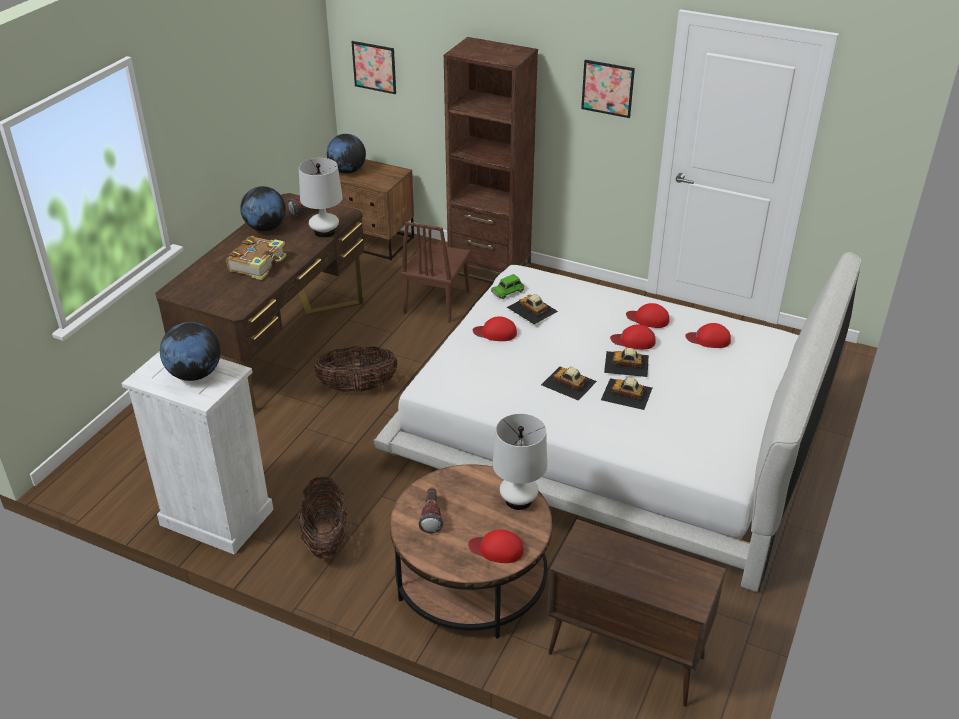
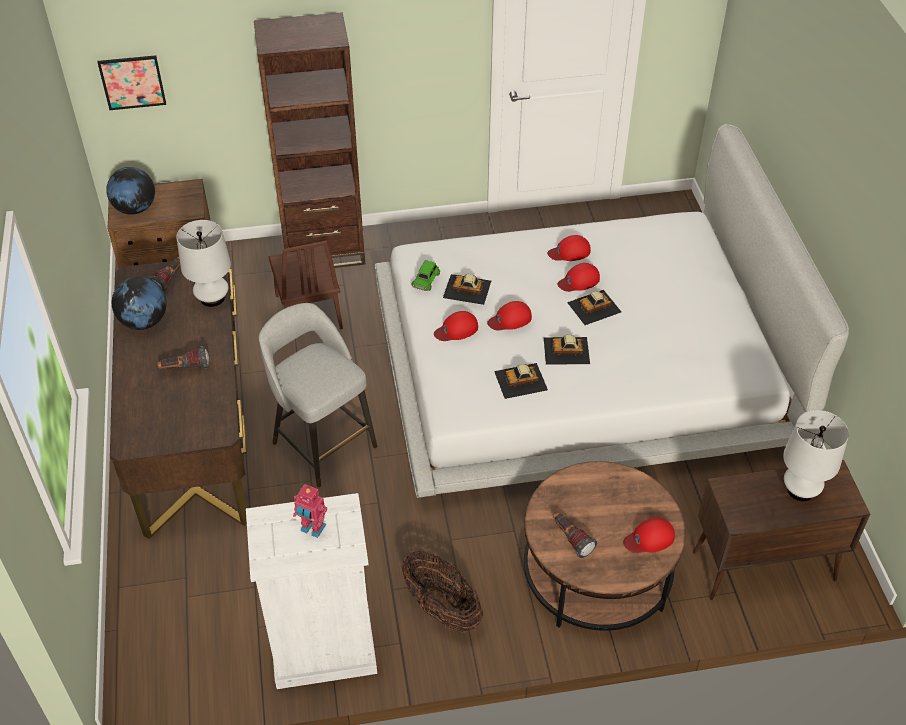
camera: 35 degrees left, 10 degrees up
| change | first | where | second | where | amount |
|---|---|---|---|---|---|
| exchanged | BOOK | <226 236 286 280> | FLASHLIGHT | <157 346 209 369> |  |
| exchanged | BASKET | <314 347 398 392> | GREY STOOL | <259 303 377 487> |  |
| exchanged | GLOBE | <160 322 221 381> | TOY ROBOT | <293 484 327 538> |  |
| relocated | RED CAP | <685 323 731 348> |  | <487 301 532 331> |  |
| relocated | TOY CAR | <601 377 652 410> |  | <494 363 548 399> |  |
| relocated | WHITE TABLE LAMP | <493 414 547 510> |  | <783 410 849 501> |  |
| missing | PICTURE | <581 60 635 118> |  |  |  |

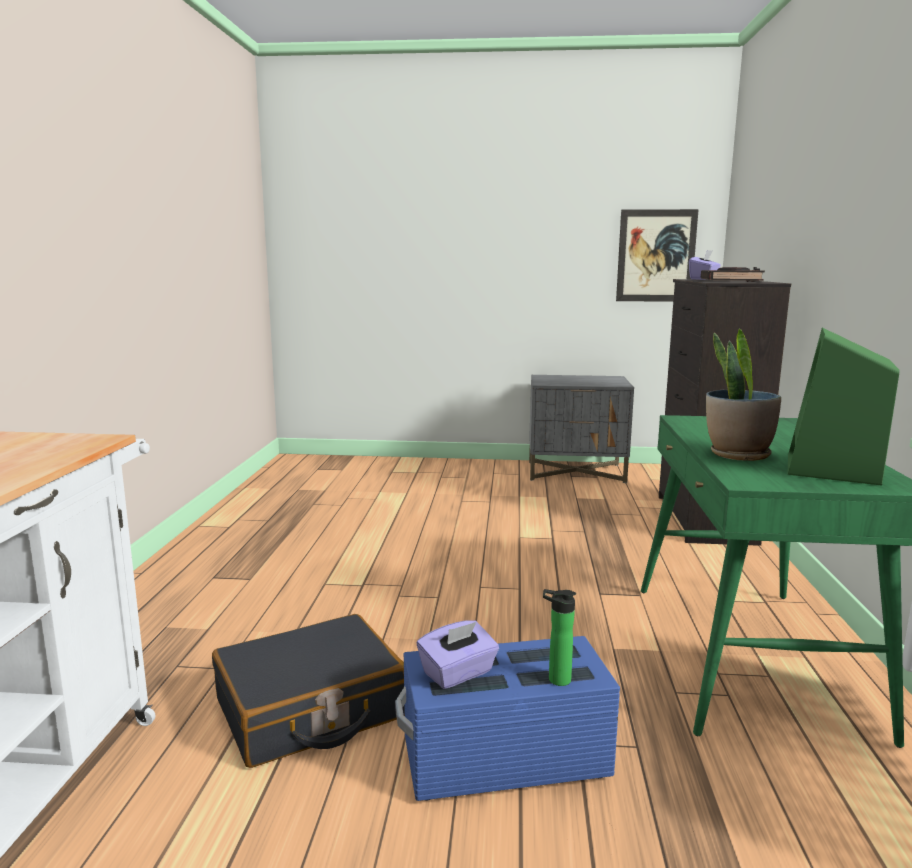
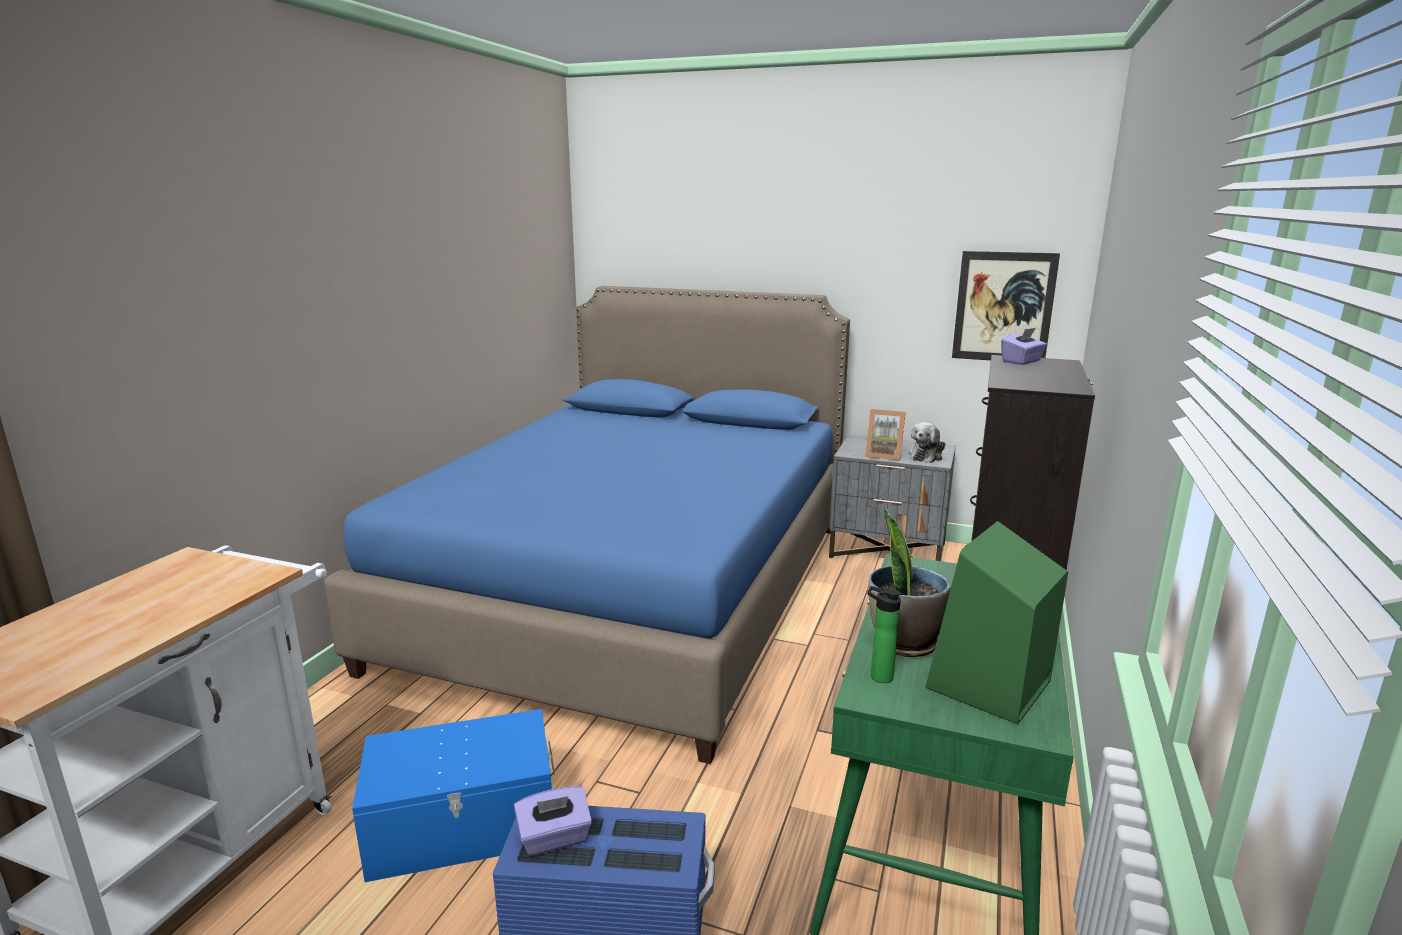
camera: 15 degrees right, 5 degrees up
| change | first | where | second | where | amount |
|---|---|---|---|---|---|
| appeared |  |  | BLUE BED | <324 286 850 764> |  |
| exchanged | BLACK SUITCASE | <212 614 405 768> | BLUE STORAGE BOX | <352 709 555 882> |  |
| appeared |  |  | PICTURE FRAME | <865 409 906 461> |  |
| relocated | BOTTLE | <543 589 576 686> |  | <867 586 902 683> |  |
| appeared |  |  | PLUSH TOY | <909 422 945 463> |  |
| missing | BLACK BOOK | <701 267 765 282> |  |  |  |

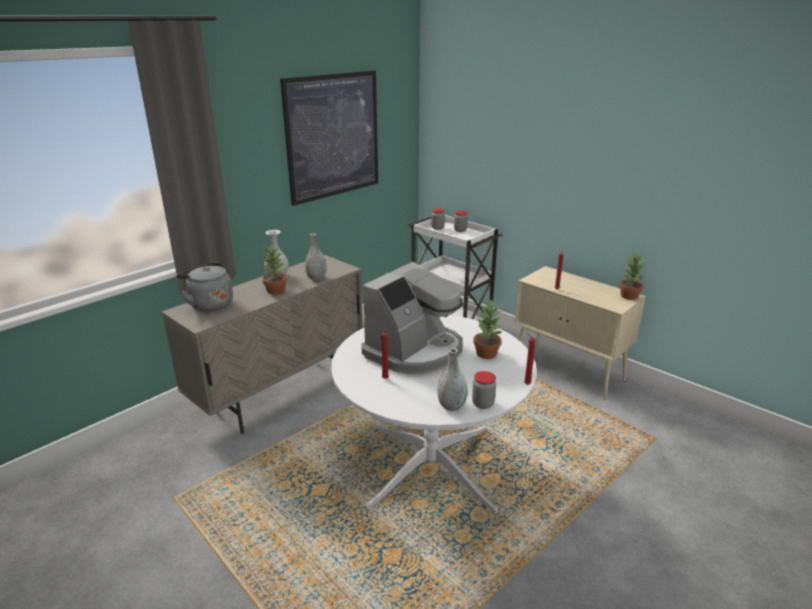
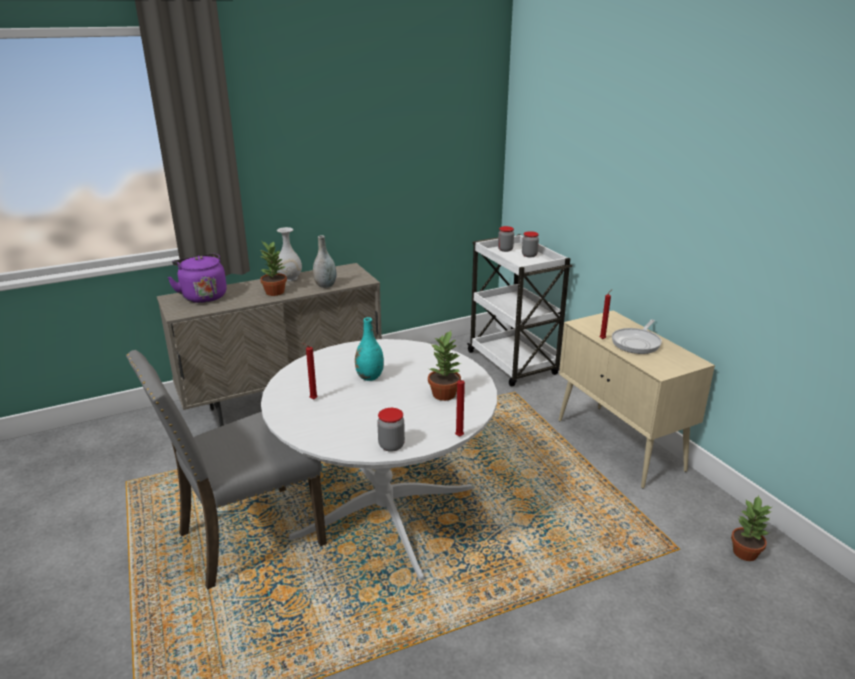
camera: 20 degrees right, 0 degrees up
| change | first | where | second | where | amount |
|---|---|---|---|---|---|
| appeared |  |  | GREY CHAIR | <126 350 327 590> |  |
| colour | GREY KETTLE | <176 263 233 312> | PURPLE KETTLE | <167 254 227 303> |  |
| exchanged | COFFEE MACHINE | <361 262 463 374> | TURQUOISE VASE | <355 317 384 381> |  |
| appeared |  |  | FRYING PAN | <612 320 662 354> |  |
| relocated | POTTED PLANT | <619 252 646 300> |  | <731 496 772 561> |  |
| missing | PICTURE | <280 70 378 206> |  |  |  |
| missing | GREY VASE | <438 348 467 411> |  |  |  |

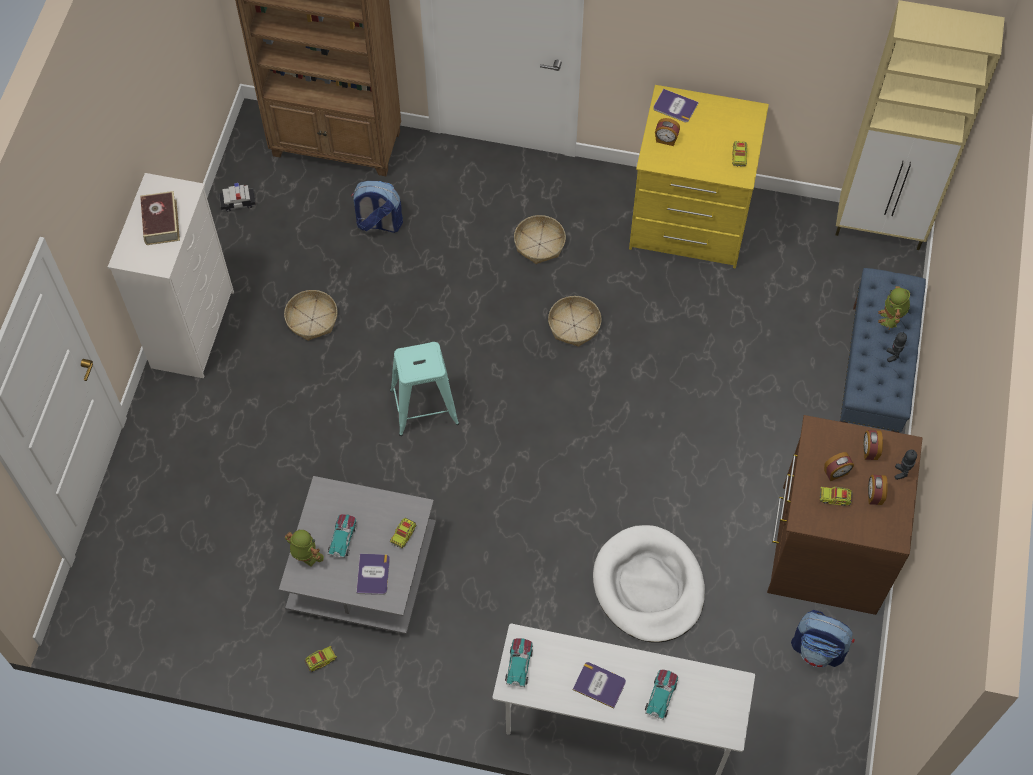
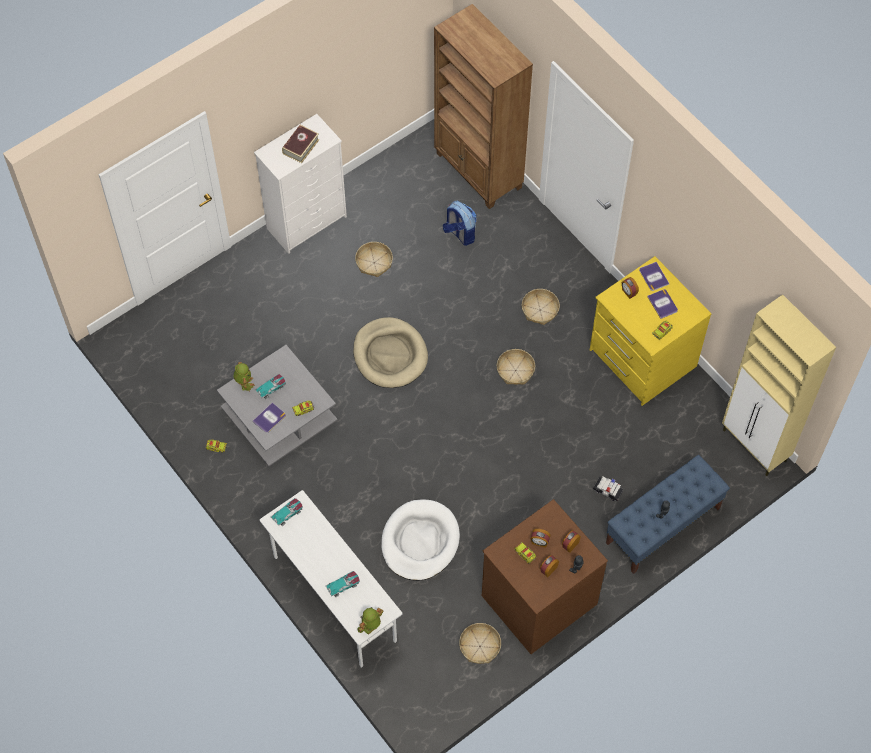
camera: 40 degrees right, 0 degrees up
| change | first | where | second | where | amount |
|---|---|---|---|---|---|
| exchanged | TURQUOISE STOOL | <390 342 459 436> | BEIGE DOG BED | <353 317 428 388> |  |
| relocated | TOY ROBOT | <878 286 910 330> |  | <357 607 383 635> |  |
| exchanged | BACKPACK | <791 610 854 668> | BASKET | <459 623 501 664> |  |
| relocated | TOY CAR | <219 183 256 212> |  | <593 477 623 502> |  |
| relocated | BOOK | <573 662 626 708> |  | <647 289 678 319> |  |

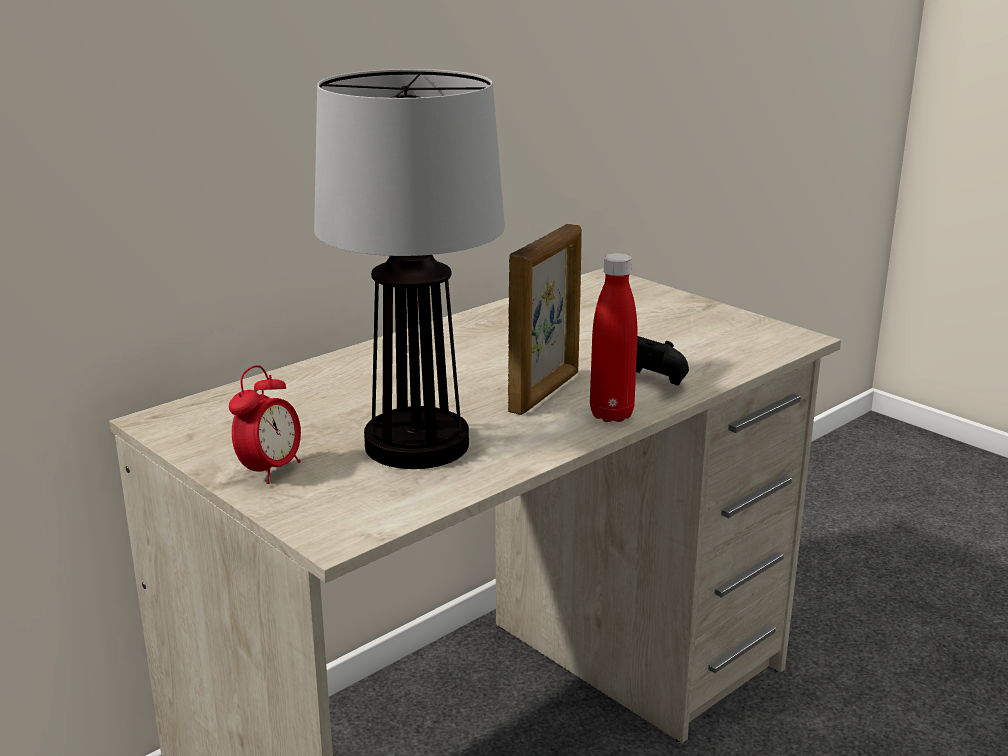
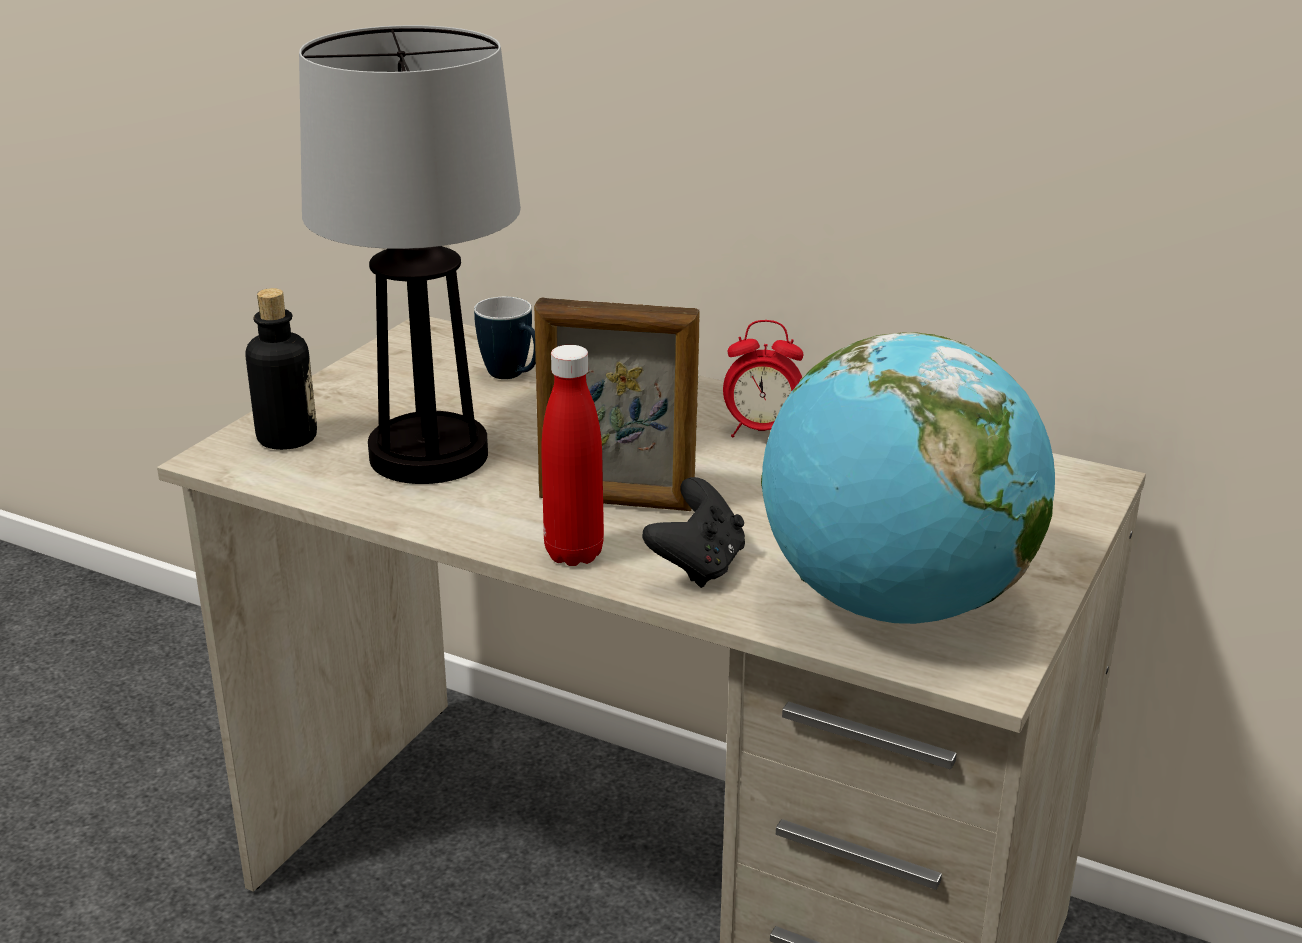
camera: 70 degrees right, 5 degrees up
| change | first | where | second | where | amount |
|---|---|---|---|---|---|
| appeared |  |  | BOTTLE | <246 288 317 450> |  |
| appeared |  |  | MUG | <474 297 536 379> |  |
| relocated | ALARM CLOCK | <229 365 301 484> |  | <723 320 803 437> |  |
| appeared |  |  | GLOBE | <761 332 1055 624> |  |

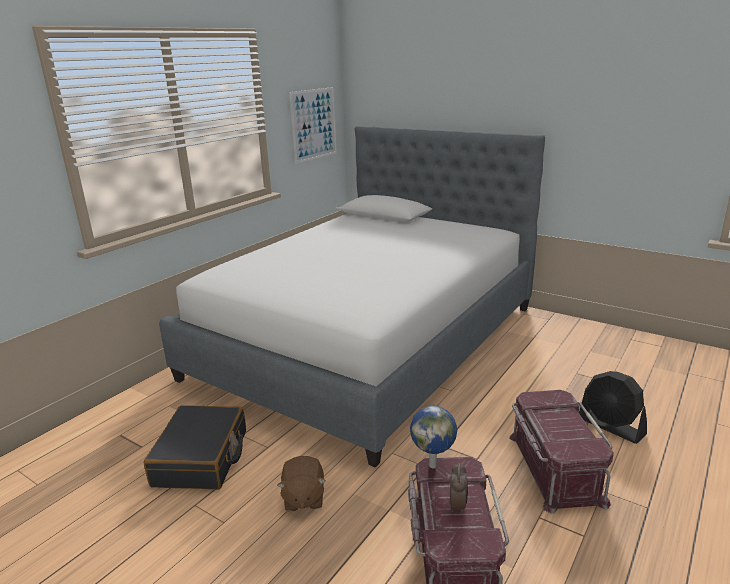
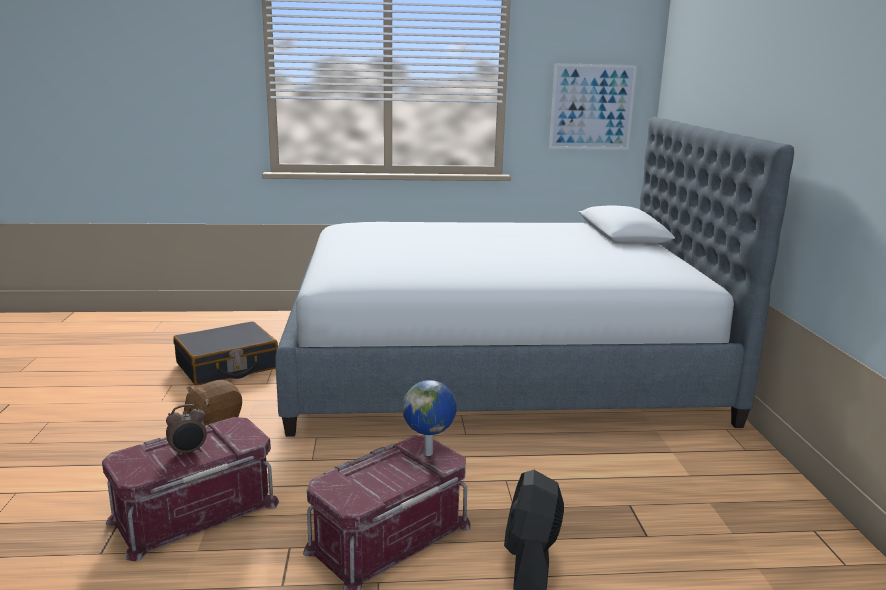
camera: 50 degrees right, 5 degrees down
| change | first | where | second | where | amount |
|---|---|---|---|---|---|
| relocated | GLOBE | <410 406 457 468> |  | <403 380 457 456> |  |

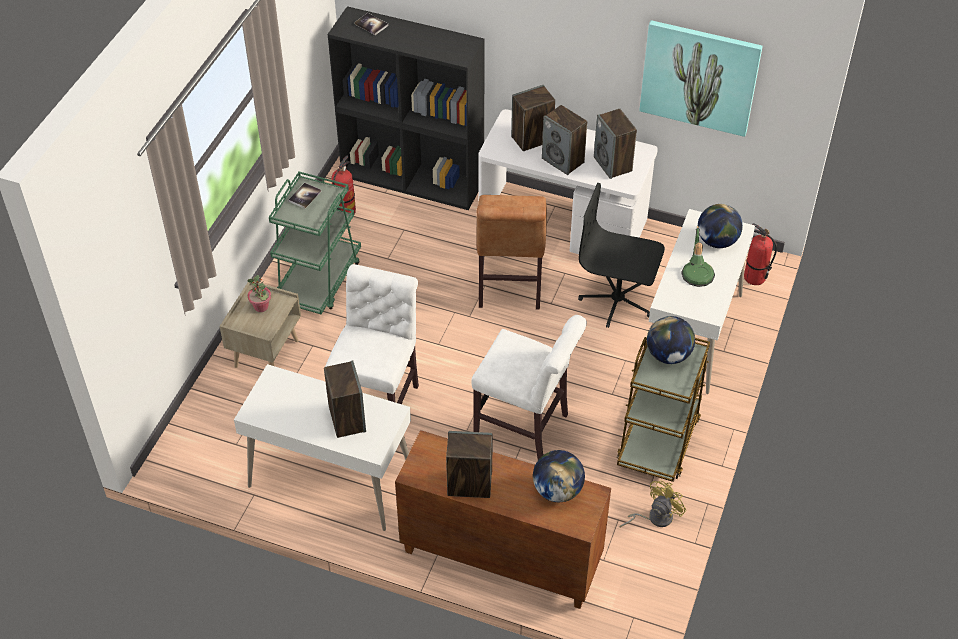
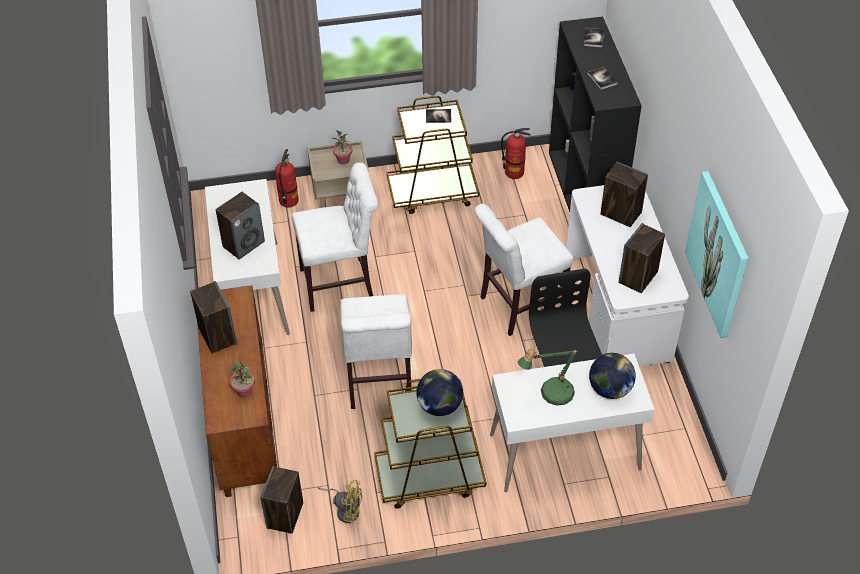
camera: 60 degrees right, 0 degrees up
| change | first | where | second | where | amount |
|---|---|---|---|---|---|
| exchanged | GLOBE | <533 450 585 502> | POTTED PLANT | <230 361 255 398> |  |
| relocated | SPEAKER | <542 105 587 175> |  | <260 466 303 534> |  |
| relocated | FIRE EXTINGUISHER | <744 223 777 285> |  | <275 149 298 208> |  |
| colour | GREEN CART | <269 172 361 314> | BROWN CART | <387 96 479 214> |  |
| colour | BROWN CHAIR | <476 195 547 310> | WHITE CHAIR | <474 204 573 336> |  |
| appeared |  |  | BOOK | <587 67 618 90> |  |

